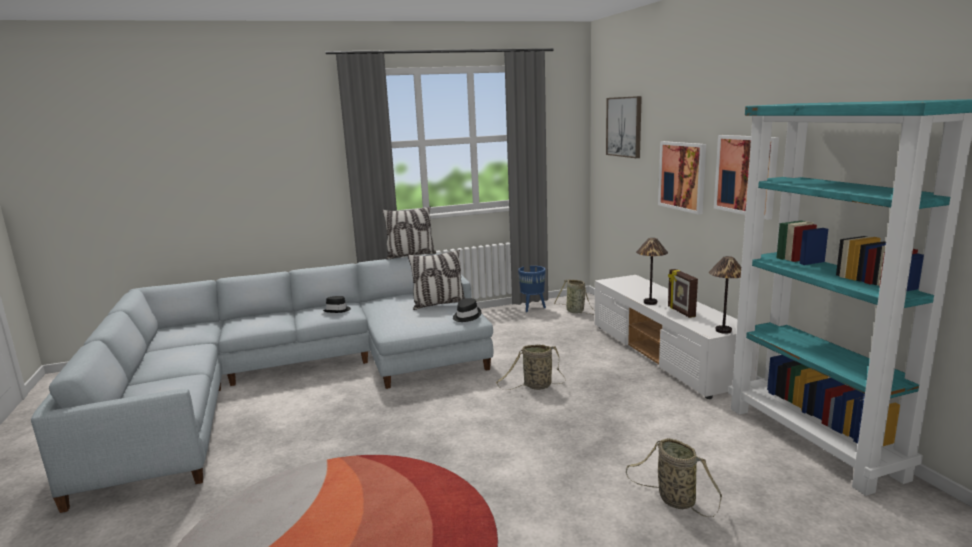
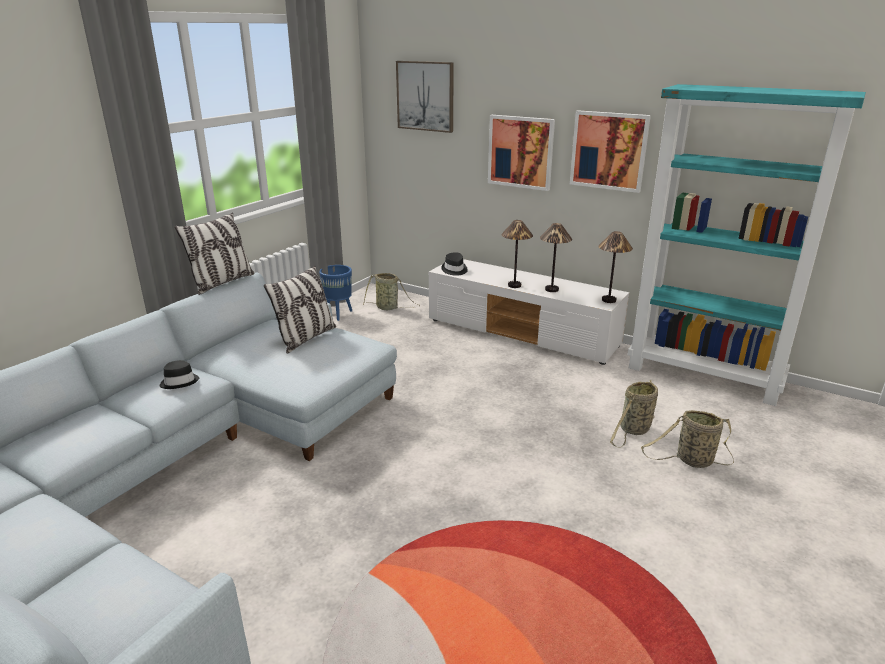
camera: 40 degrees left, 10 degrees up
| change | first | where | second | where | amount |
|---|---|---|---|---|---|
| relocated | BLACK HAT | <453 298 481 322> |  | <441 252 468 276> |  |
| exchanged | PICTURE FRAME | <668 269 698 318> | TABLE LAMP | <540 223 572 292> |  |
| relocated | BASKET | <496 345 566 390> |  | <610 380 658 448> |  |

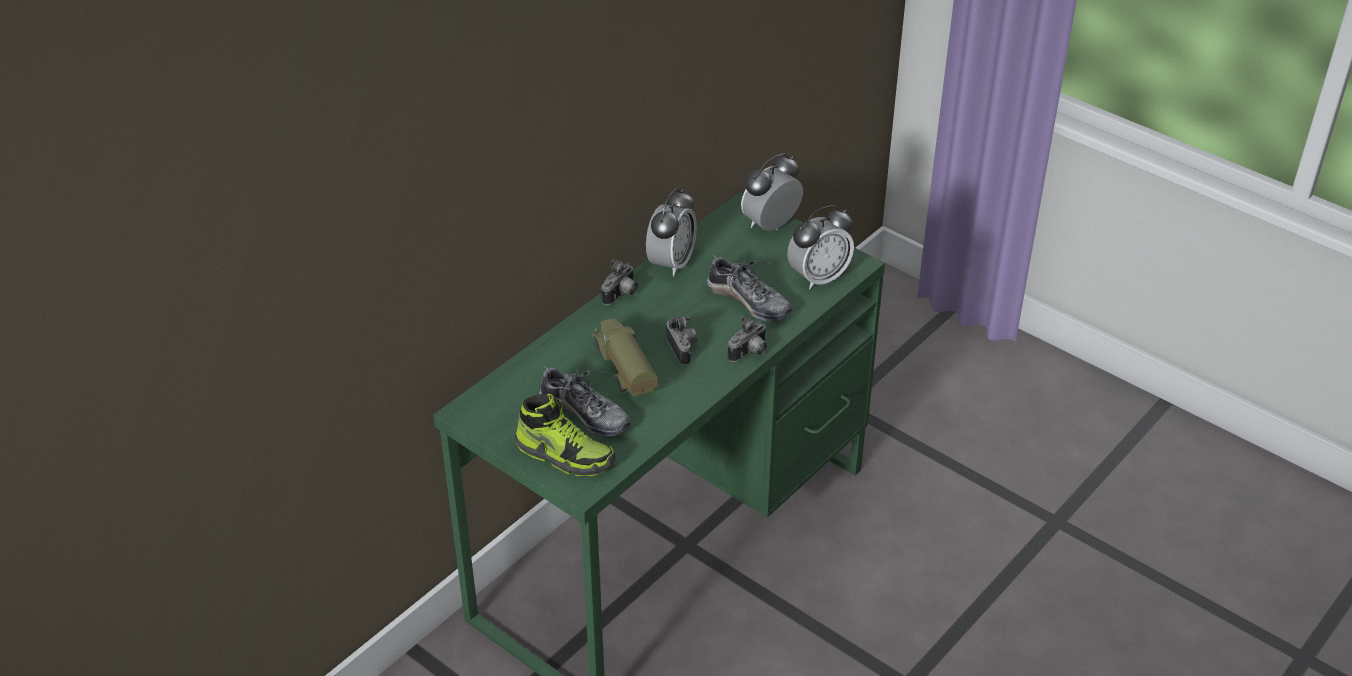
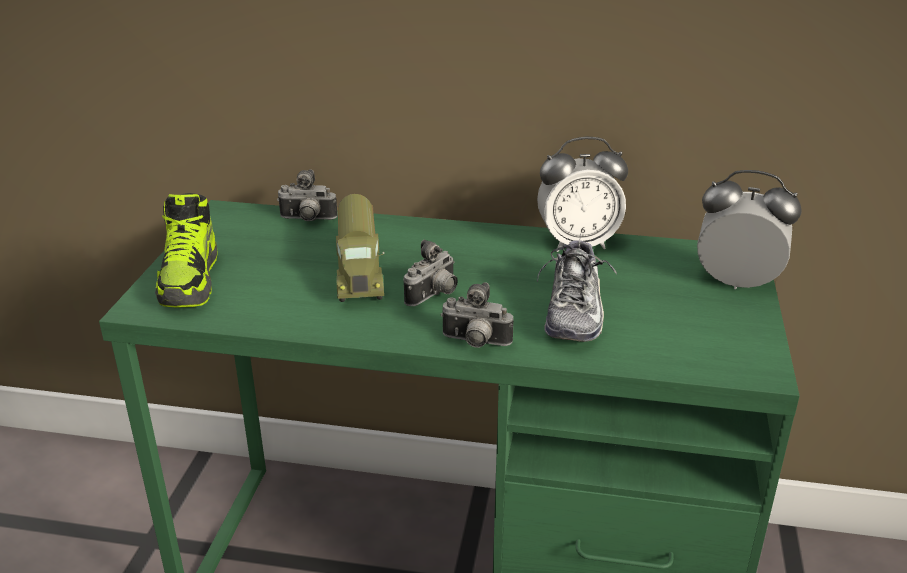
camera: 60 degrees right, 10 degrees down
| change | first | where | second | where | amount |
|---|---|---|---|---|---|
| relocated | PHOTO CAMERA | <601 258 638 305> |  | <277 169 338 221> |  |
| spun | TOY TRUCK | <592 318 658 397> |  | <336 194 385 302> | 135 degrees clockwise |
| missing | SHOE | <539 366 630 437> |  |  |  |
| missing | ALARM CLOCK | <787 205 854 290> |  |  |  |

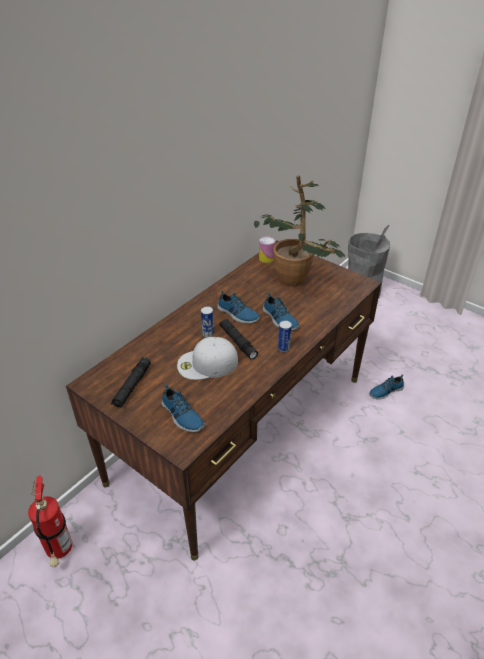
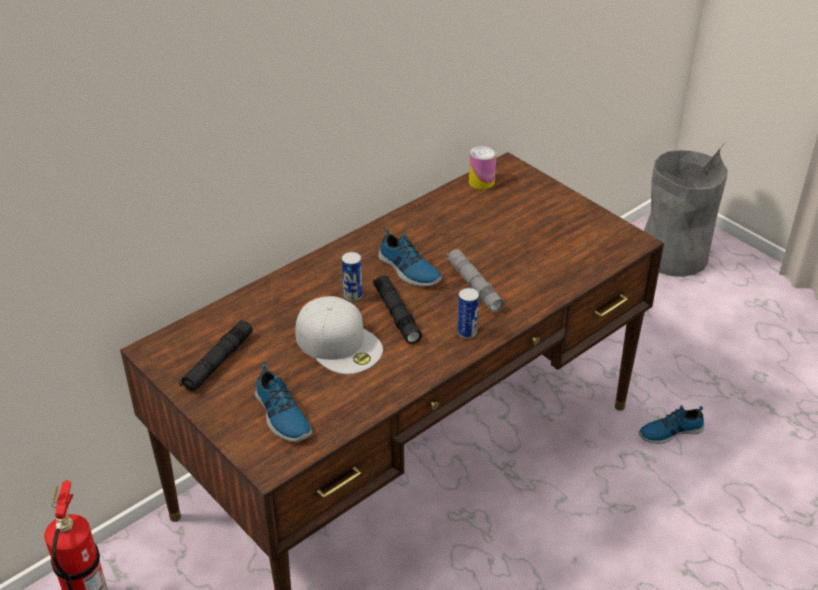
camera: 10 degrees right, 0 degrees up
| change | first | where | second | where | amount |
|---|---|---|---|---|---|
| spun | WHITE CAP | <177 337 238 380> |  | <295 296 383 374> | 135 degrees counterclockwise |
| exchanged | SHOE | <263 292 300 331> | GREY FLASHLIGHT | <446 249 504 313> |  |
| missing | POTTED PLANT | <254 175 345 287> |  |  |  |

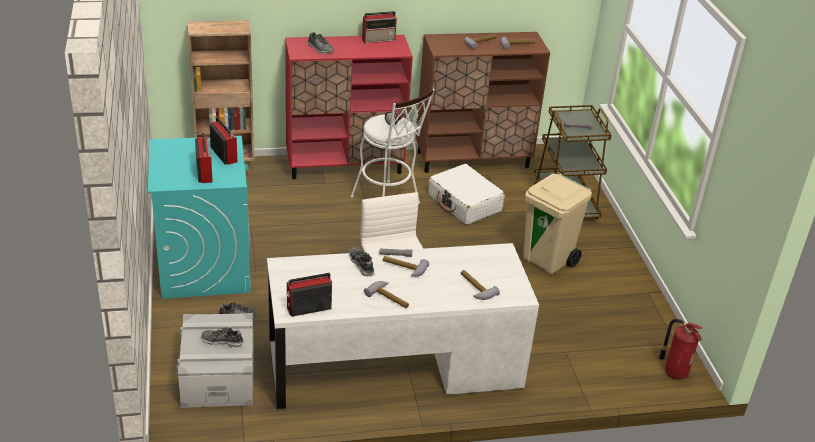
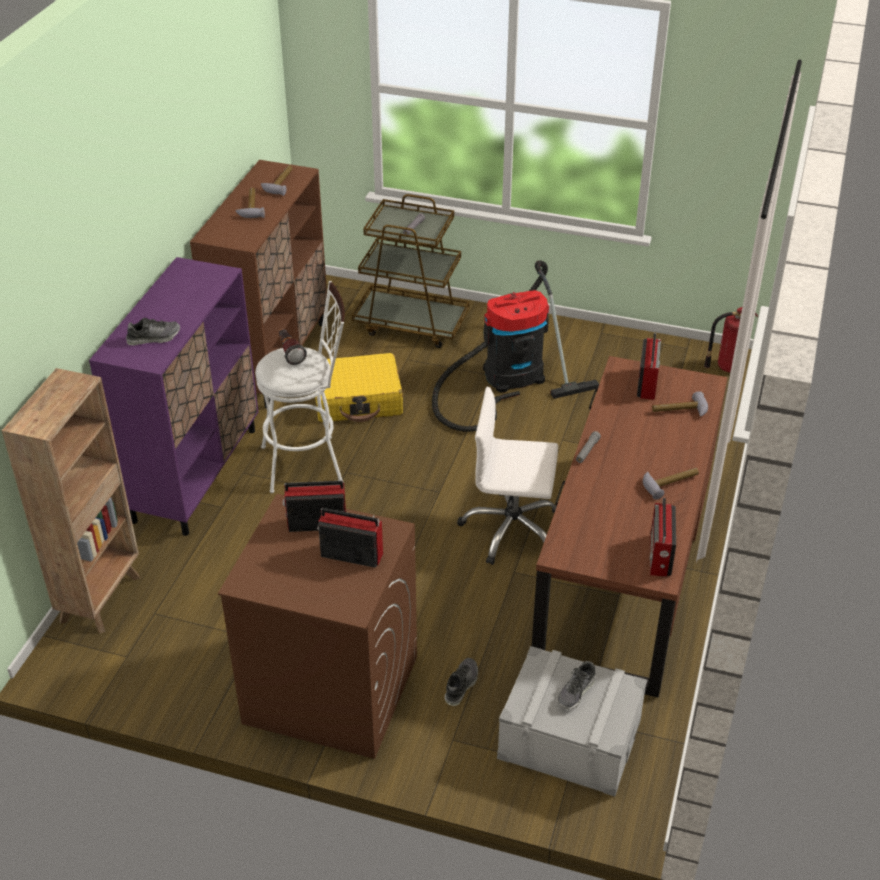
camera: 60 degrees left, 5 degrees up
| change | first | where | second | where | amount |
|---|---|---|---|---|---|
| colour | RED CABINET | <285 35 413 179> | PURPLE CABINET | <89 257 258 536> |  |
| colour | TURQUOISE WASHING MACHINE | <148 136 251 299> | BROWN WASHING MACHINE | <218 494 417 759> |  |
| colour | WHITE SUITCASE | <429 164 505 225> | YELLOW SUITCASE | <314 353 403 422> |  |
| exchanged | BEIGE TRASH CAN | <523 174 592 274> | VACUUM CLEANER | <432 260 599 432> |  |
| colour | WHITE DESK | <267 243 539 409> | BROWN DESK | <532 356 728 698> |  |
| relocated | RADIO | <362 11 397 43> |  | <637 333 661 400> |  |
| missing | SHOE | <349 246 375 277> |  |  |  |
| missing | HAMMER | <383 256 429 277> |  |  |  |

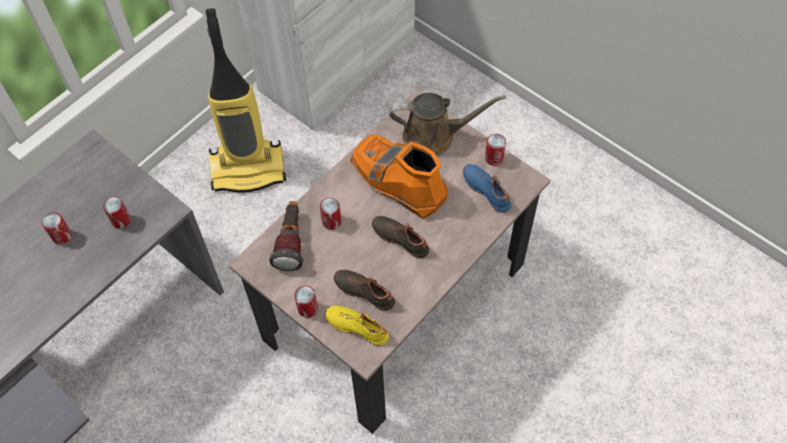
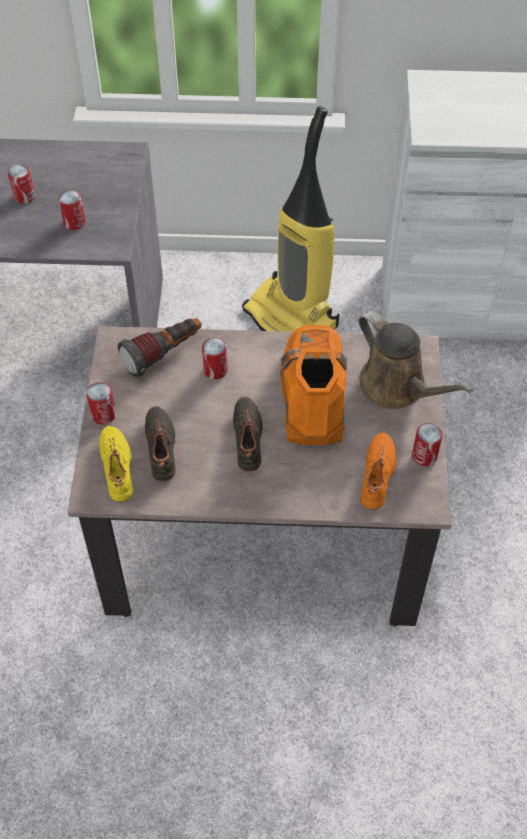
camera: 50 degrees right, 5 degrees down
| change | first | where | second | where | amount |
|---|---|---|---|---|---|
| colour | BLUE SHOE | <463 164 511 213> | ORANGE SHOE | <360 433 396 510> |  |

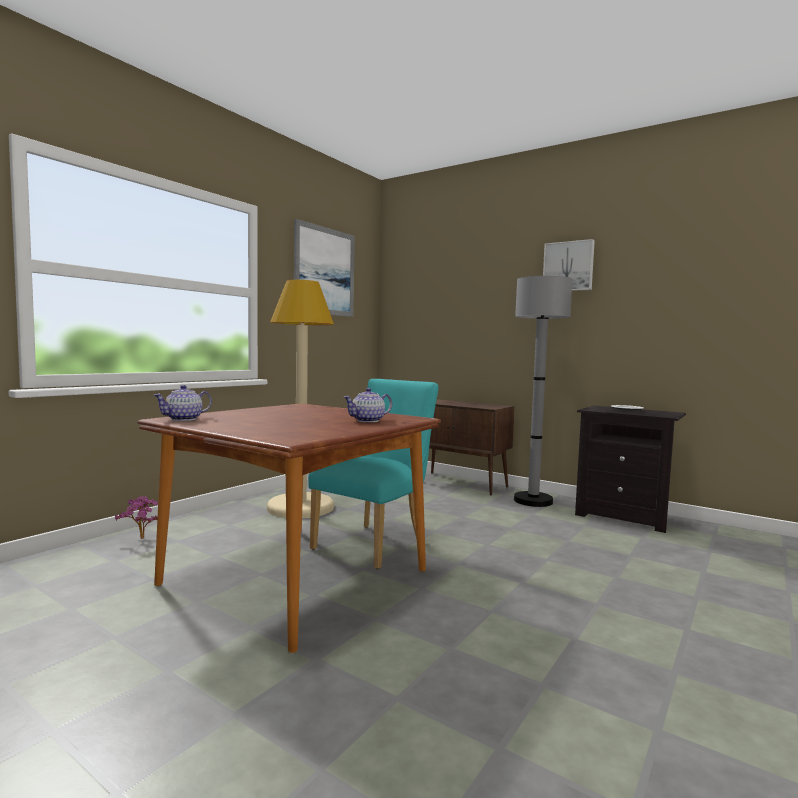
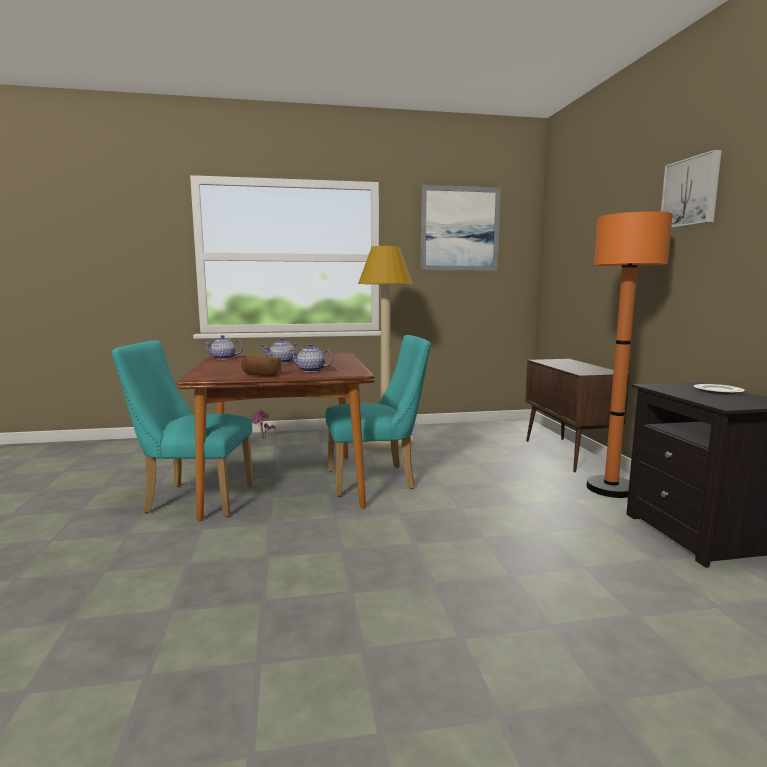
camera: 45 degrees right, 5 degrees up
| change | first | where | second | where | amount |
|---|---|---|---|---|---|
| appeared |  |  | TURQUOISE CHAIR | <111 340 253 517> |  |
| appeared |  |  | BREAD | <242 354 282 376> |  |
| appeared |  |  | TEAPOT | <262 338 303 364> |  |
| colour | GREY FLOOR LAMP | <514 276 572 507> | ORANGE FLOOR LAMP | <586 211 673 498> |  |

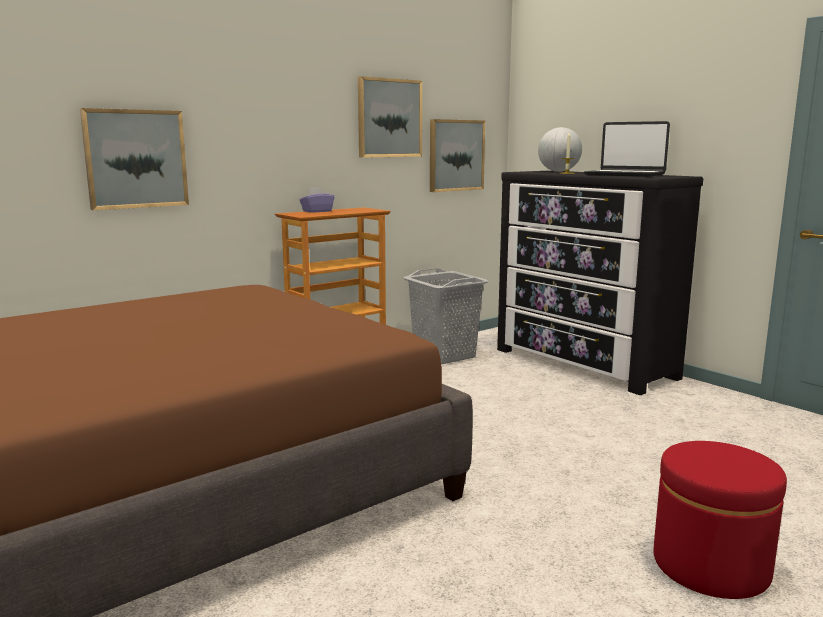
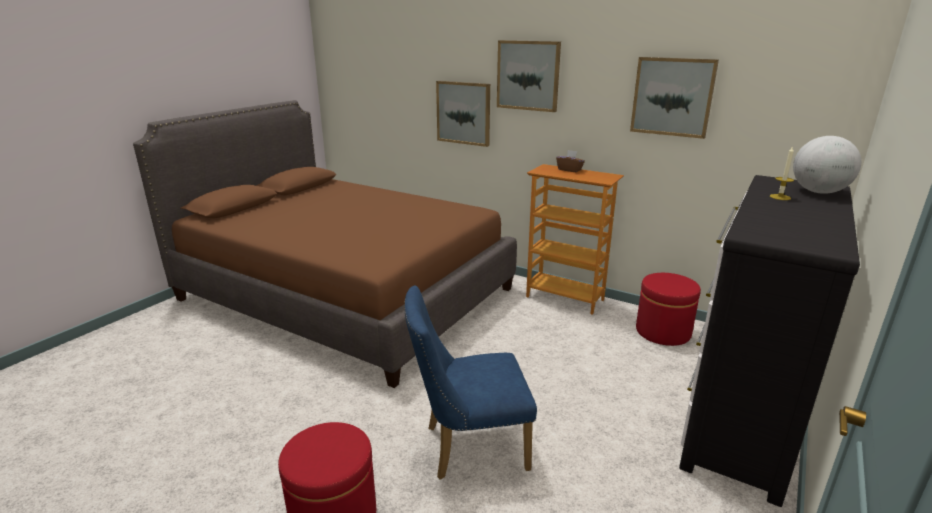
camera: 70 degrees right, 10 degrees up
| change | first | where | second | where | amount |
|---|---|---|---|---|---|
| appeared |  |  | BLUE CHAIR | <404 285 537 480> |  |
| relocated | PICTURE | <430 119 485 192> |  | <497 40 561 112> |  |
| colour | PURPLE TISSUE BOX | <299 187 334 213> | BROWN TISSUE BOX | <556 150 585 172> |  |
| exchanged | GREY LAUNDRY BASKET | <403 268 489 364> | RED OTTOMAN | <636 273 701 346> |  |
| missing | LAPTOP | <584 121 670 177> |  |  |  |

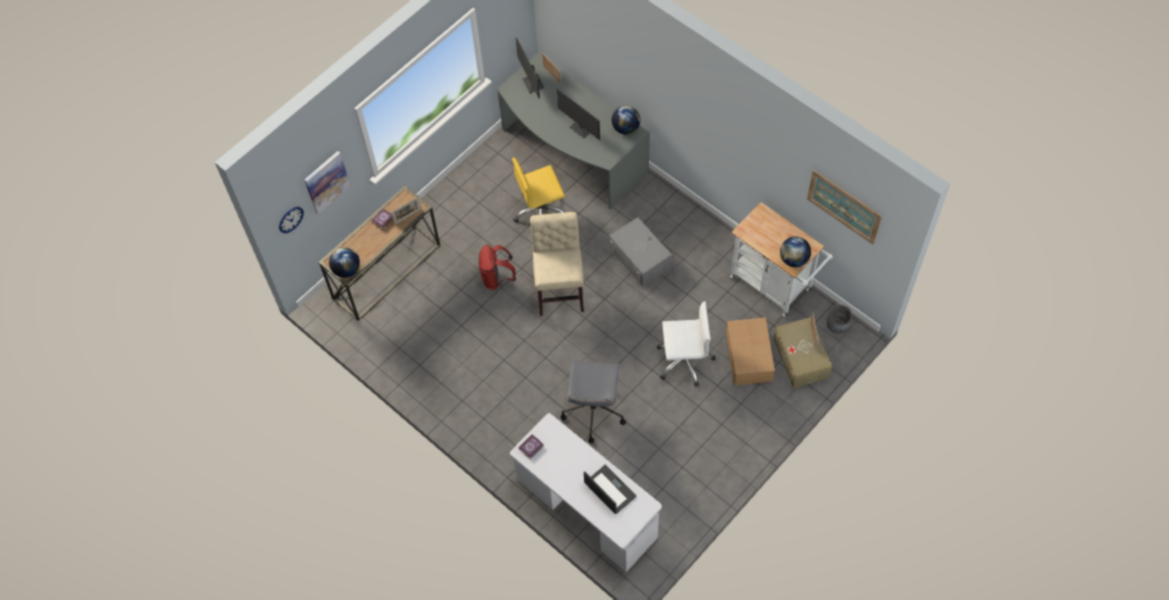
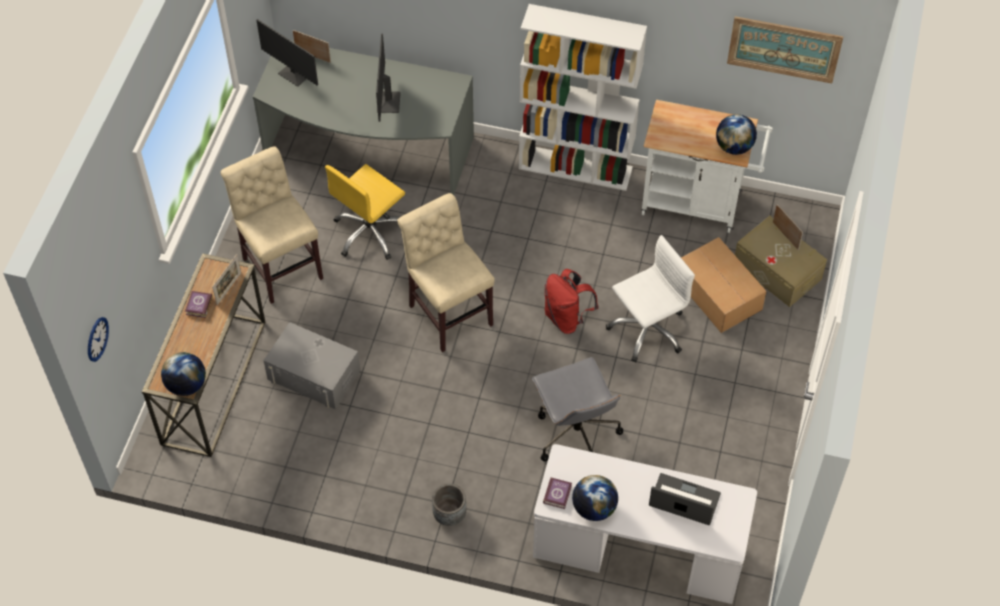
camera: 30 degrees left, 5 degrees down
| change | first | where | second | where | amount |
|---|---|---|---|---|---|
| appeared |  |  | BEIGE CHAIR | <221 146 323 304> |  |
| relocated | GREY STORAGE BOX | <609 217 672 287> |  | <263 322 360 409> |  |
| spun | MONITOR | <557 88 600 140> |  | <376 34 401 122> | 75 degrees clockwise |
| relocated | GREY PLANTER | <827 305 852 334> |  | <432 484 466 526> |  |
| appeared |  |  | WHITE BOOKCASE | <519 4 647 191> |  |
| relocated | RED BACKPACK | <479 245 516 290> |  | <545 269 599 334> |  |
| relocated | GLOBE | <612 105 640 135> |  | <572 475 618 521> |  |
| missing | PICTURE | <304 151 351 215> |  |  |  |

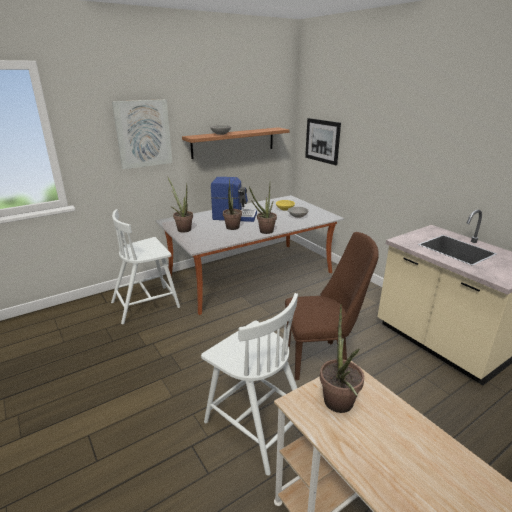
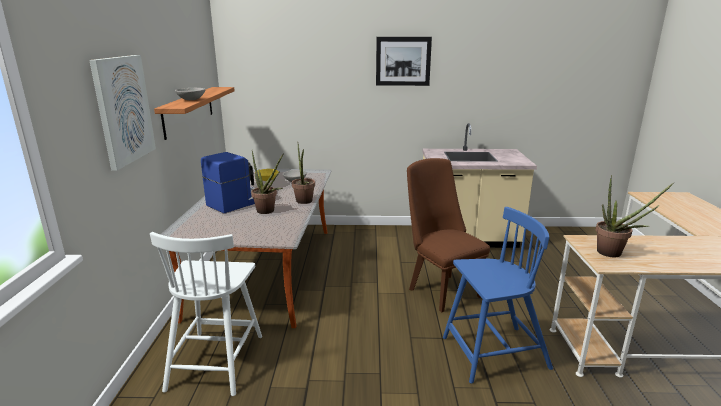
camera: 55 degrees left, 5 degrees down
| change | first | where | second | where | amount |
|---|---|---|---|---|---|
| relocated | PICTURE | <305 118 341 165> |  | <376 37 432 86> |  |
| spun | BROWN CHAIR | <285 232 379 380> |  | <407 158 490 312> | 60 degrees counterclockwise |
| colour | WHITE CHAIR | <201 293 298 476> | BLUE CHAIR | <443 207 553 384> |  |
| missing | POTTED PLANT | <167 176 193 232> |  |  |  |

